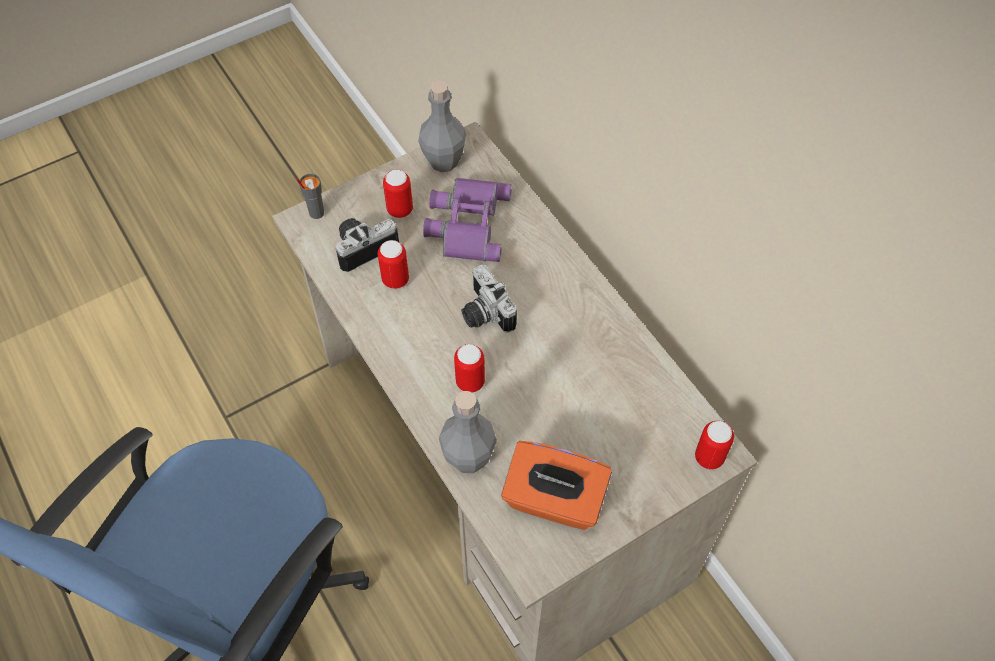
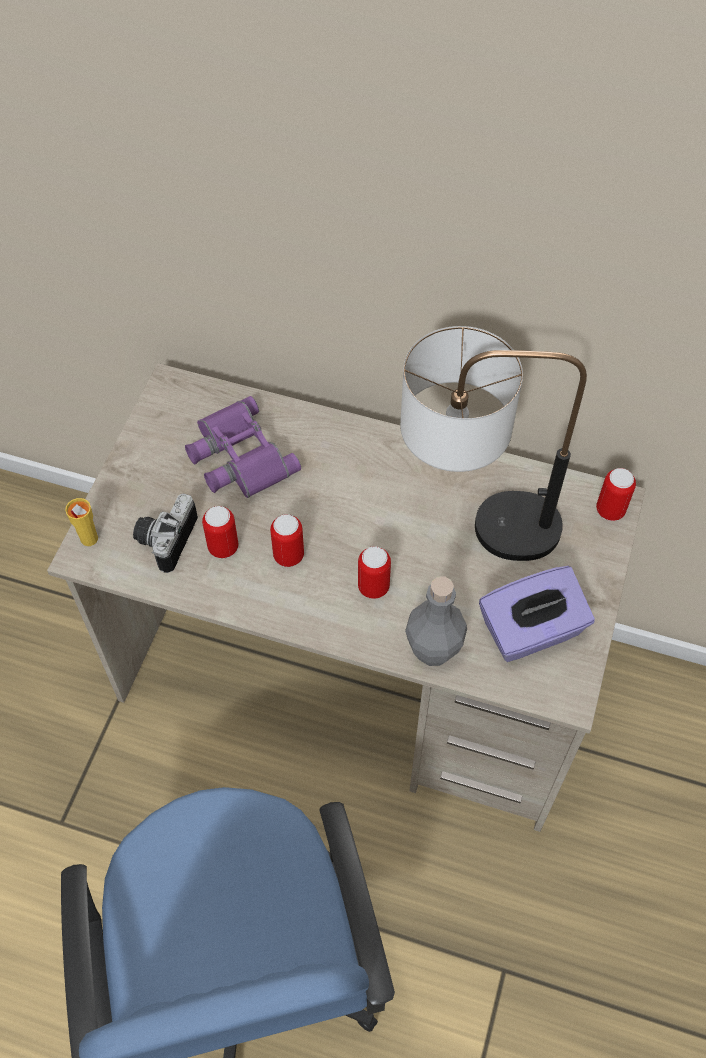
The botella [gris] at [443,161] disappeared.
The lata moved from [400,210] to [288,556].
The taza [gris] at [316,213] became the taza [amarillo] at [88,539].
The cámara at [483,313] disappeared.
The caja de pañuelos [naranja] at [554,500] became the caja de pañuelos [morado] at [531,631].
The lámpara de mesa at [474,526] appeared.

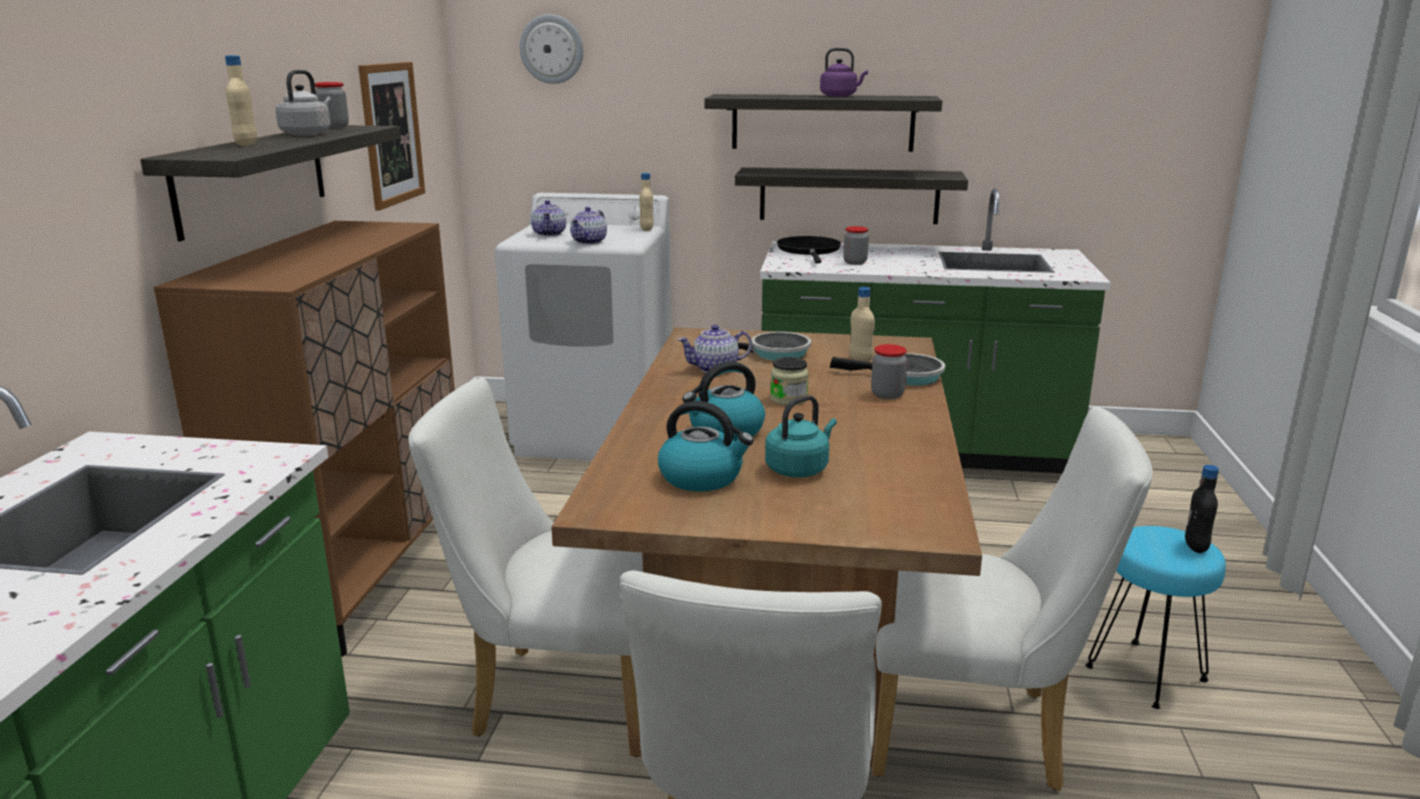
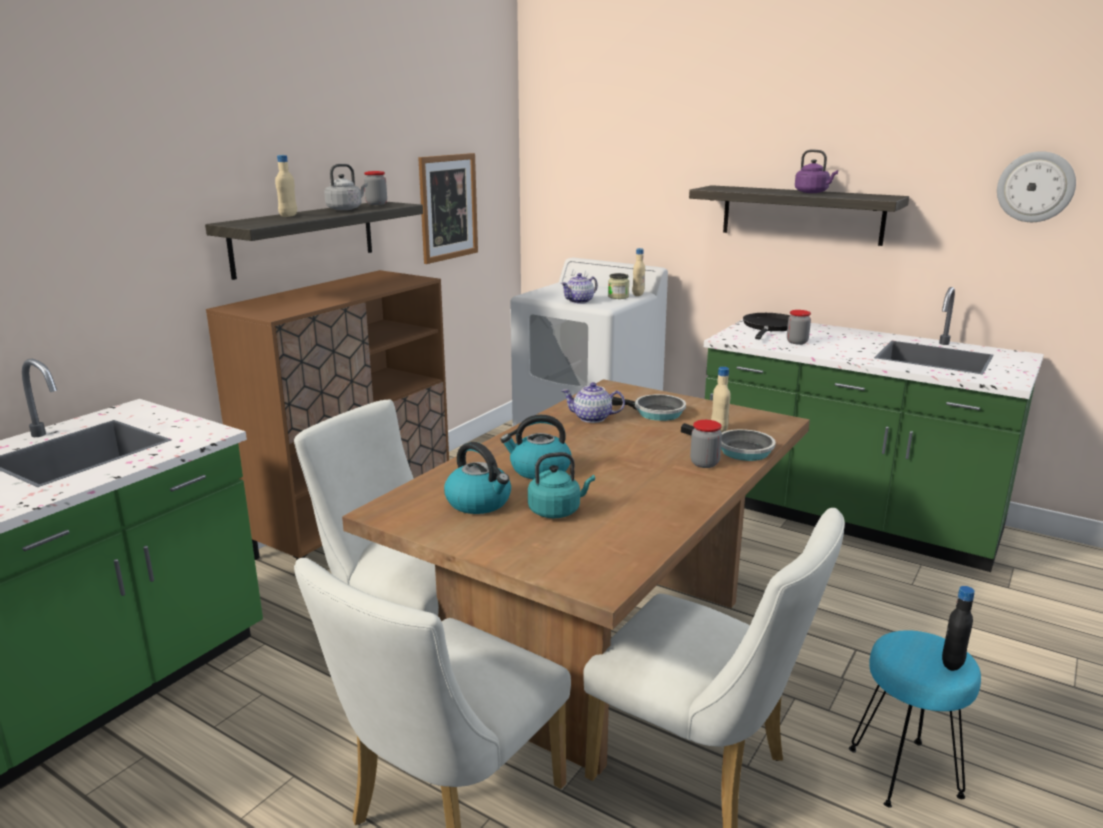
The reloj de pared moved from [552,49] to [1035,187].
The estante at [849,195] disappeared.
The tetera at [549,234] disappeared.
The tarro moved from [788,399] to [618,297].

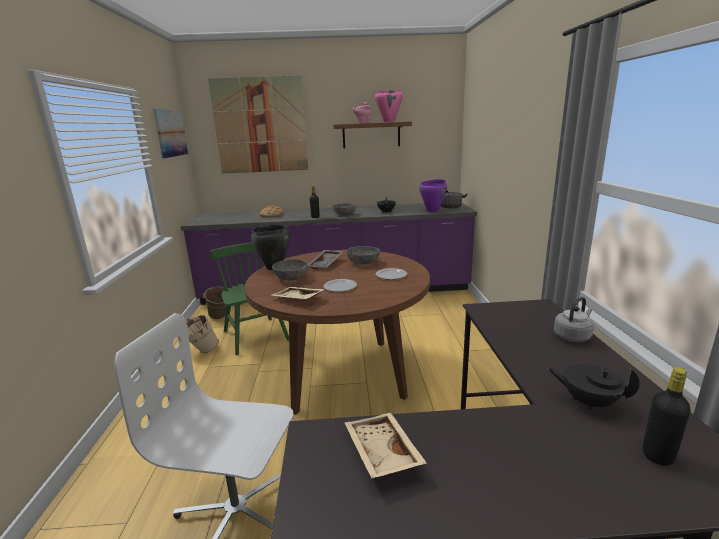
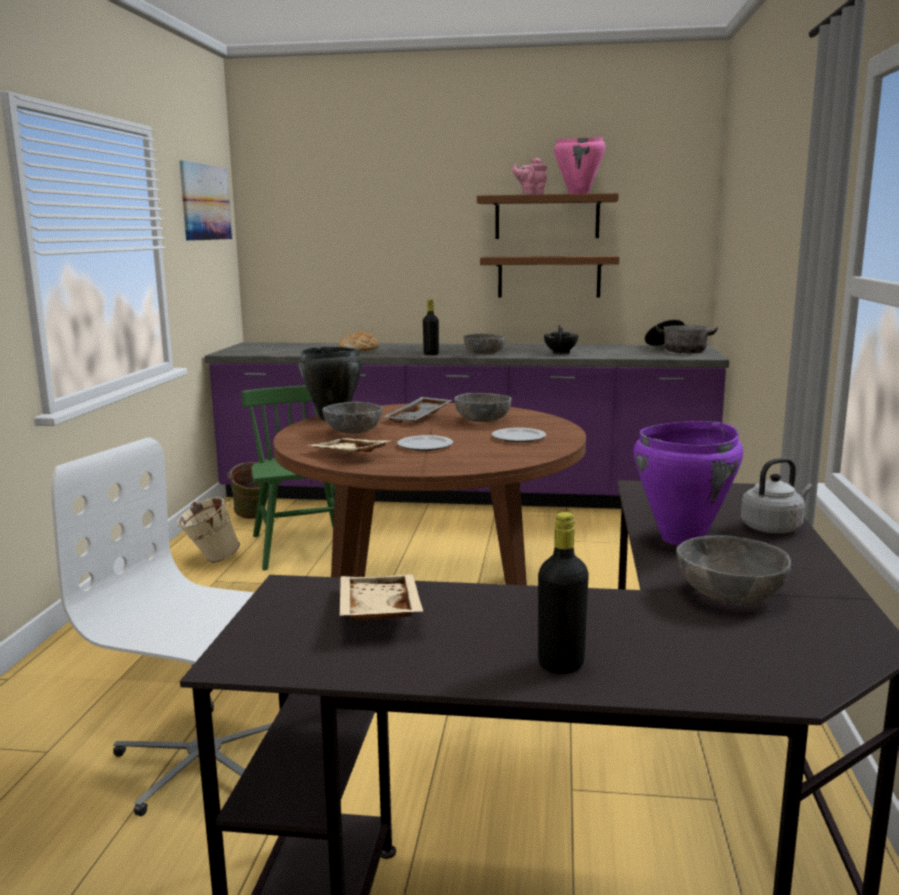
The cuadro at [260,126] disappeared.
The olla [morado] moved from [432,211] to [683,539].
The tetera [negro] at [588,401] was replaced by the cuenco [gris] at [729,594].
The botella [negro] moved from [657,456] to [561,664].
The estante [marrón] at [549,276] appeared.

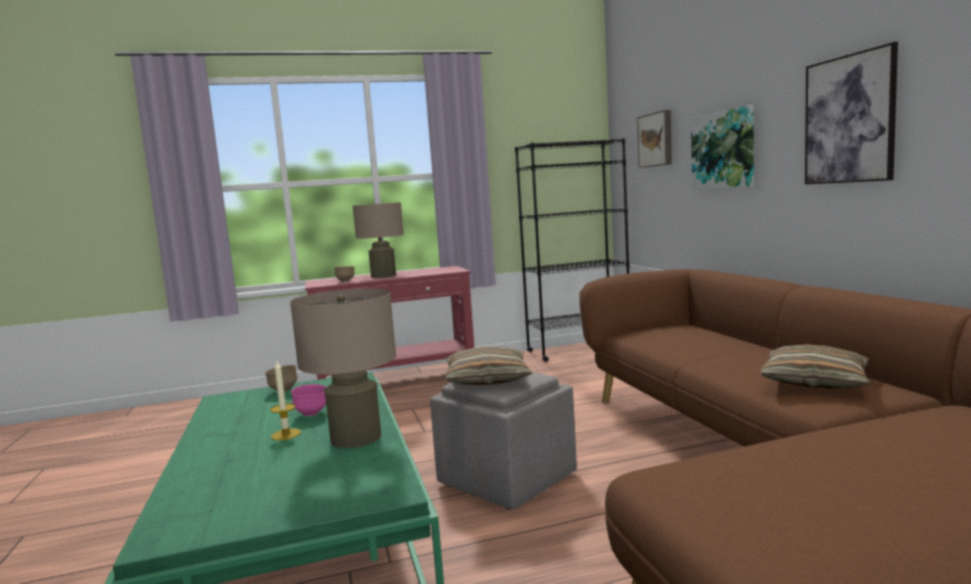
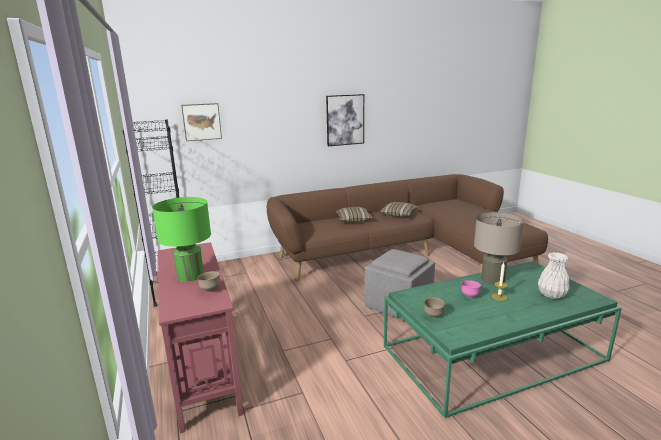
The cuadro at [723,150] disappeared.
The lámpara de mesa [beis] at [383,276] became the lámpara de mesa [verde] at [190,275].
The cojín moved from [487,379] to [353,219].
The florero [blanco] at [551,294] appeared.

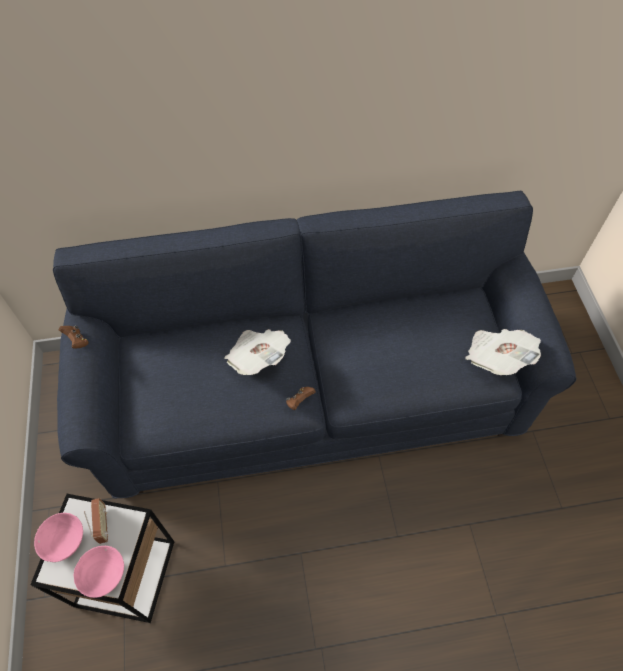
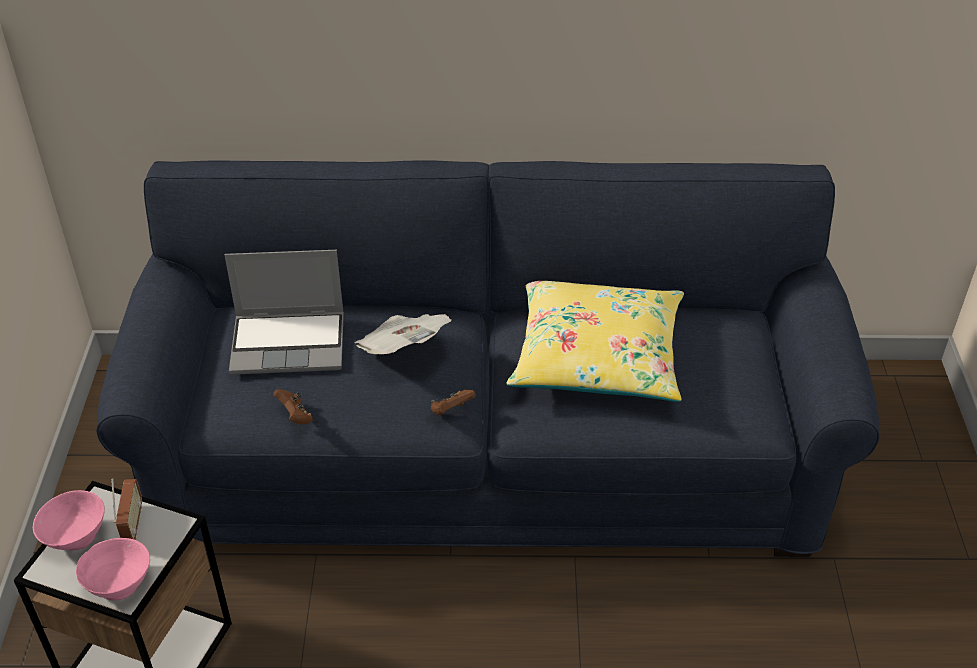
The mando de consola [marrón] moved from [77,341] to [295,416].
The periódico at [497,358] disappeared.
The portátil at [290,343] appeared.
The cojín [amarillo] at [597,355] appeared.

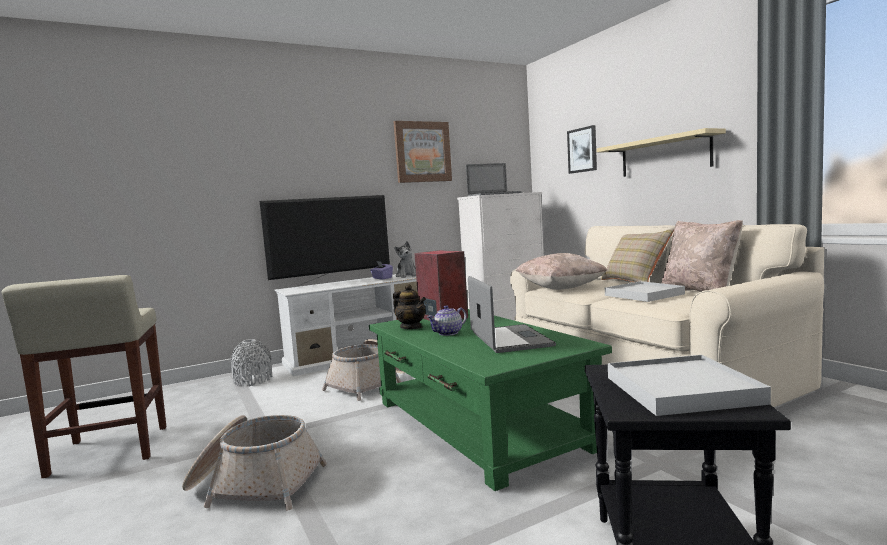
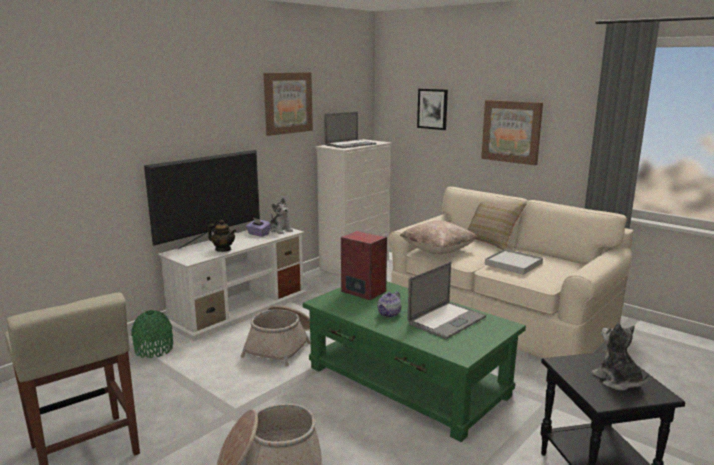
The estante [beis] at [664,155] was replaced by the cuadro at [511,131].
The cojín [beis] at [700,290] disappeared.
The portátil at [510,339] turned 75 degrees clockwise.
The tetera moved from [411,327] to [223,249].
The florero [gris] at [253,380] became the florero [verde] at [154,349].
The bandeja [blanco] at [681,390] was replaced by the peluche at [617,381].

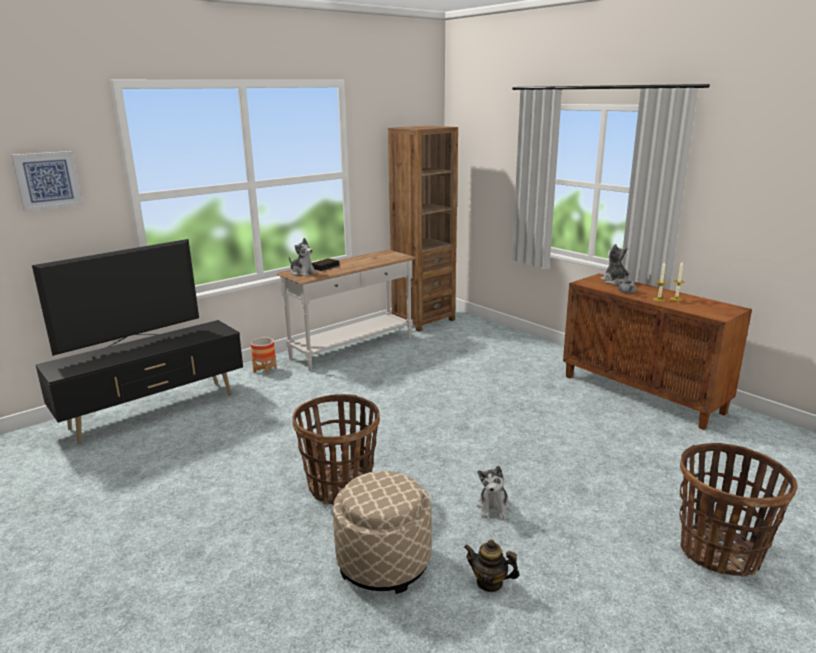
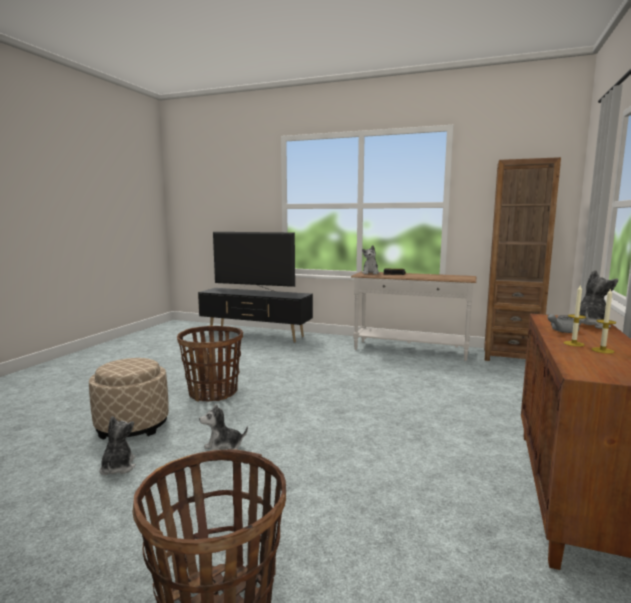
The cuadro at [47,180] disappeared.
The maceta at [265,370] disappeared.
The tetera at [489,583] was replaced by the peluche at [118,467].

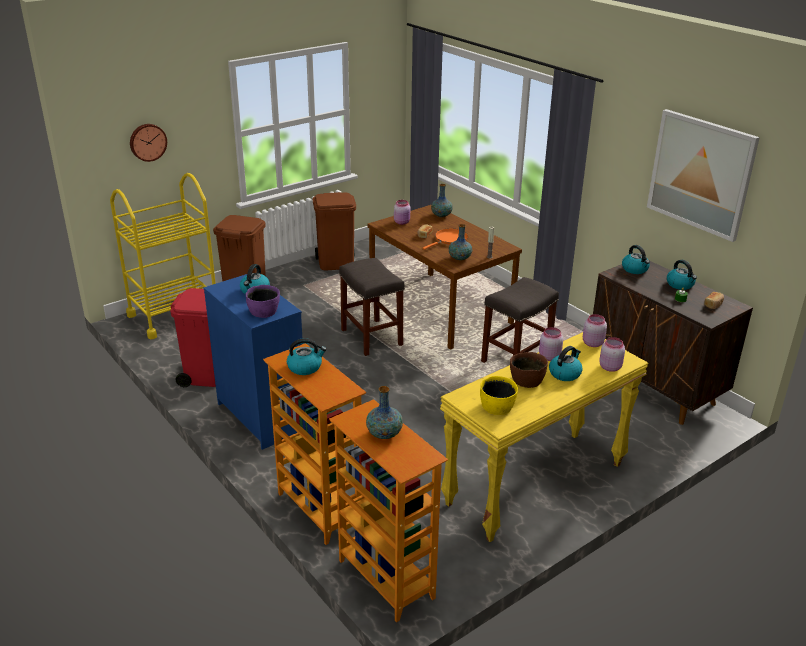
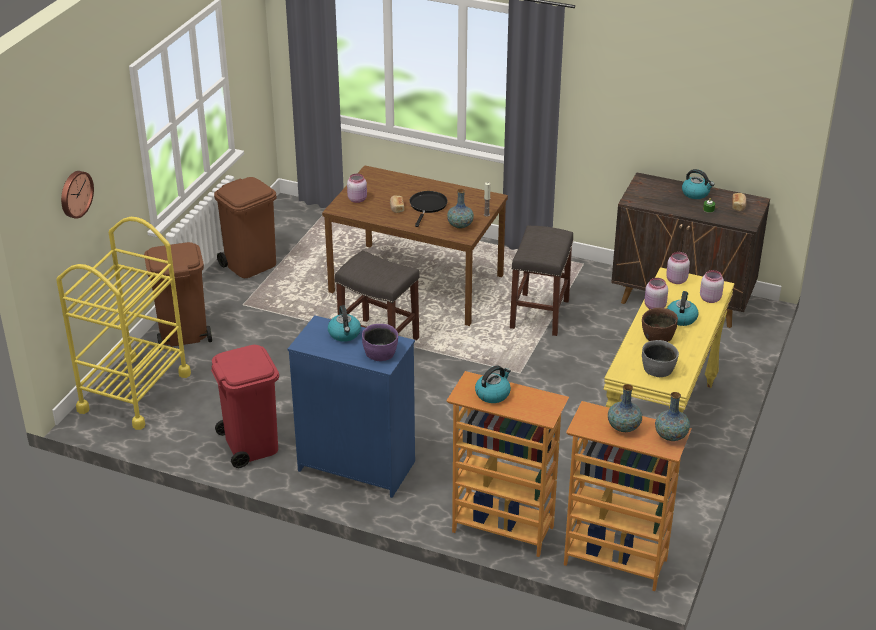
The cuadro at [700,174] disappeared.
The florero moved from [441,215] to [671,436].
The sartén [naranja] at [449,240] became the sartén [negro] at [427,206].
The hervidor at [635,269] disappeared.
The cuenco [amarillo] at [497,406] became the cuenco [gris] at [658,369].

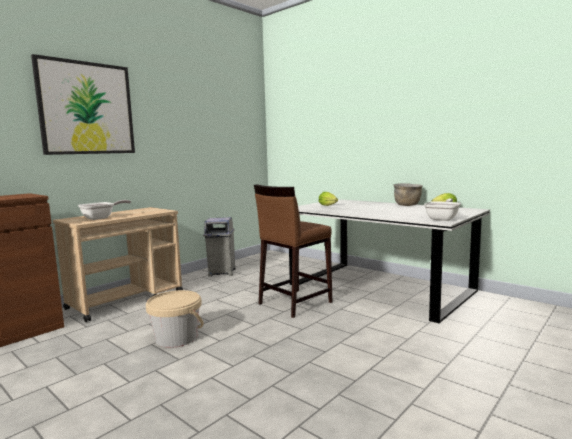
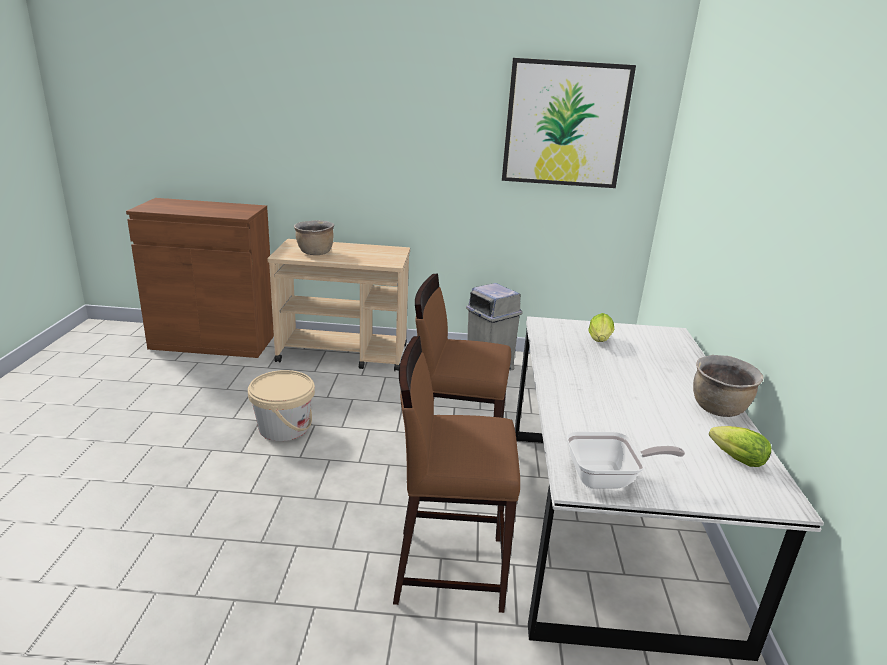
The cuadro moved from [87,108] to [565,124].
The sartén at [101,218] was replaced by the olla [marrón] at [315,253].
The taburete [marrón] at [448,567] appeared.

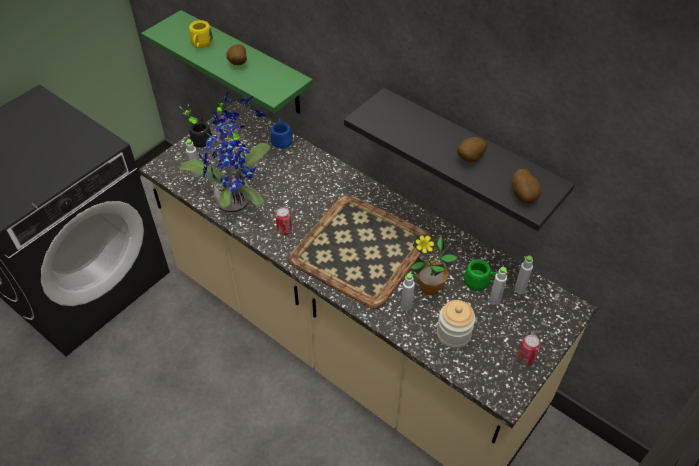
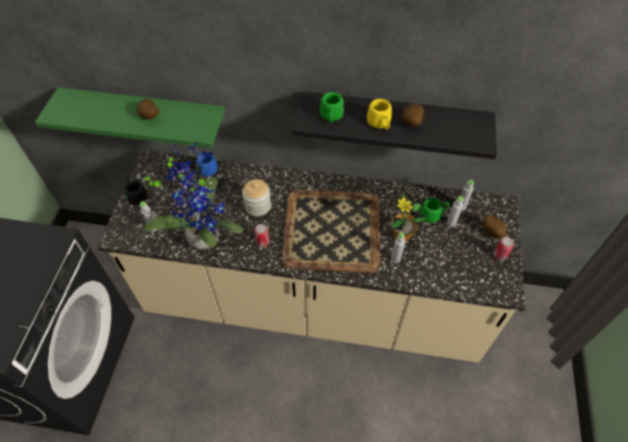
The taza grande [amarillo] moved from [201,45] to [380,124].
The patata moved from [524,196] to [492,232].
The tarro moved from [453,334] to [258,206].
The taza grande [verde] at [331,118] appeared.

